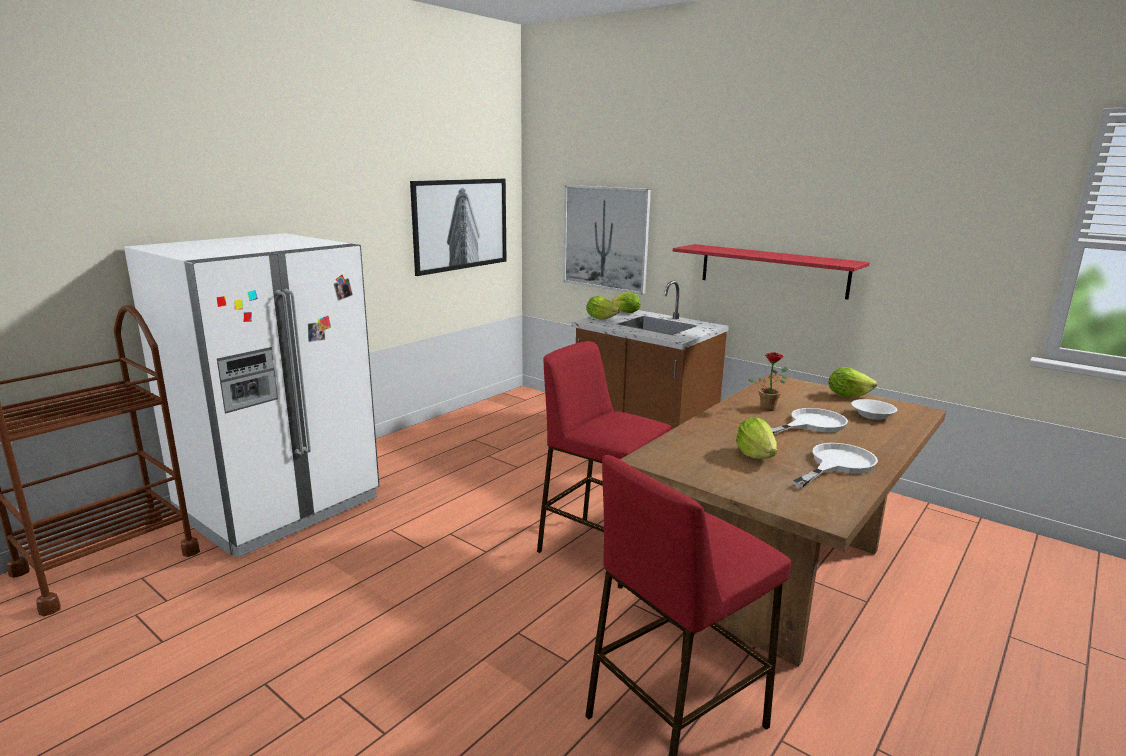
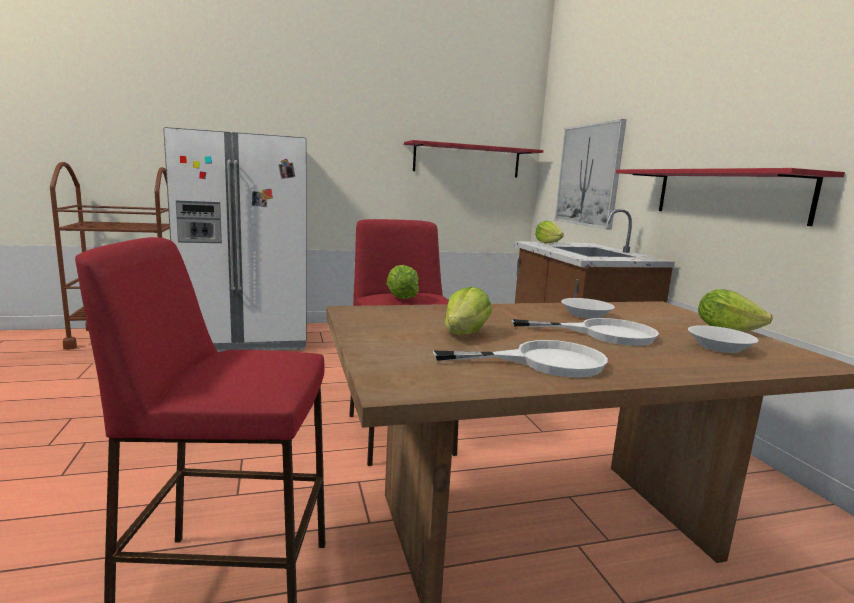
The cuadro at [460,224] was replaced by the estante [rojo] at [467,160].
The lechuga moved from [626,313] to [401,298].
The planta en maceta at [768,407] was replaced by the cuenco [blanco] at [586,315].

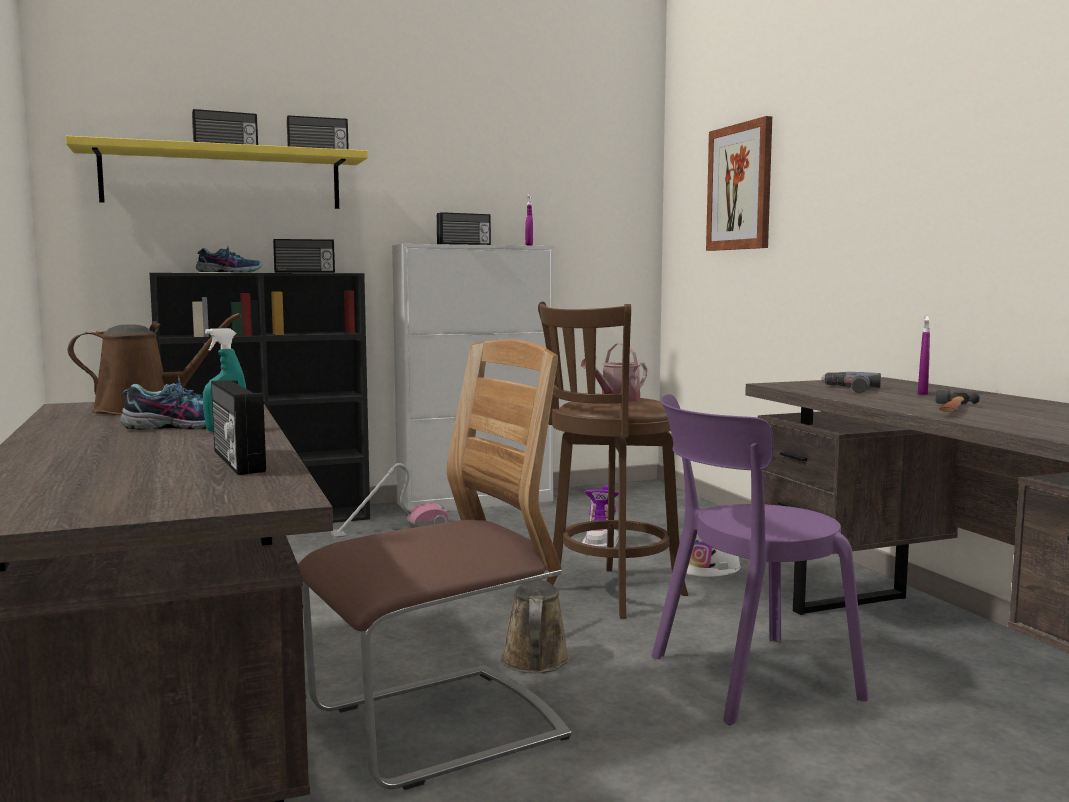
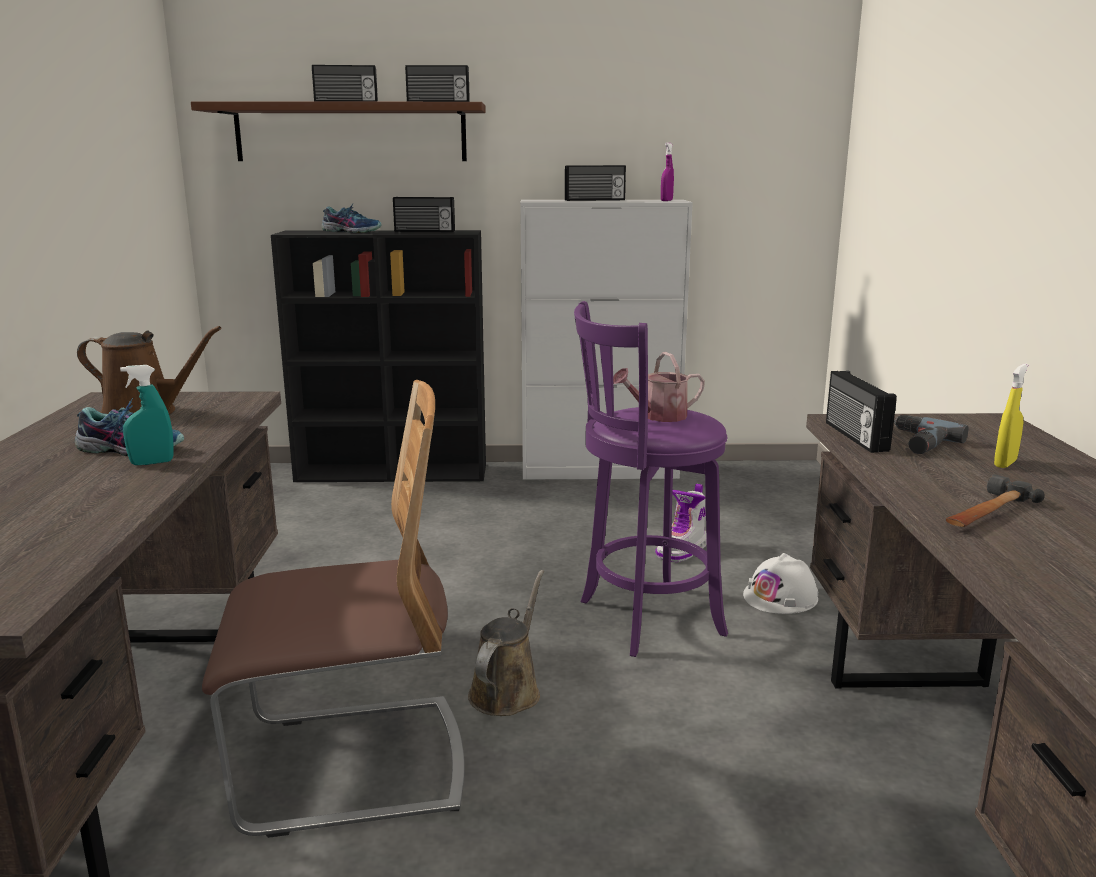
The cuadro at [740,187] disappeared.
The estante [amarillo] at [223,178] became the estante [marrón] at [351,133].
The taburete [marrón] at [609,594] became the taburete [morado] at [643,619].
The pulverizador [morado] at [922,393] became the pulverizador [amarillo] at [1005,463].
The radio moved from [235,461] to [854,436].
The silla [morado] at [744,679] disappeared.
The aspiradora at [390,529] disappeared.

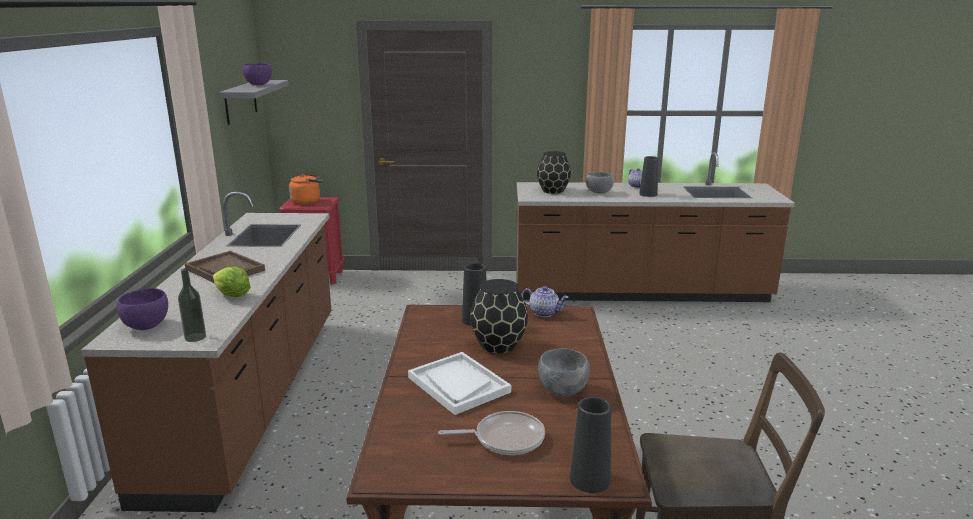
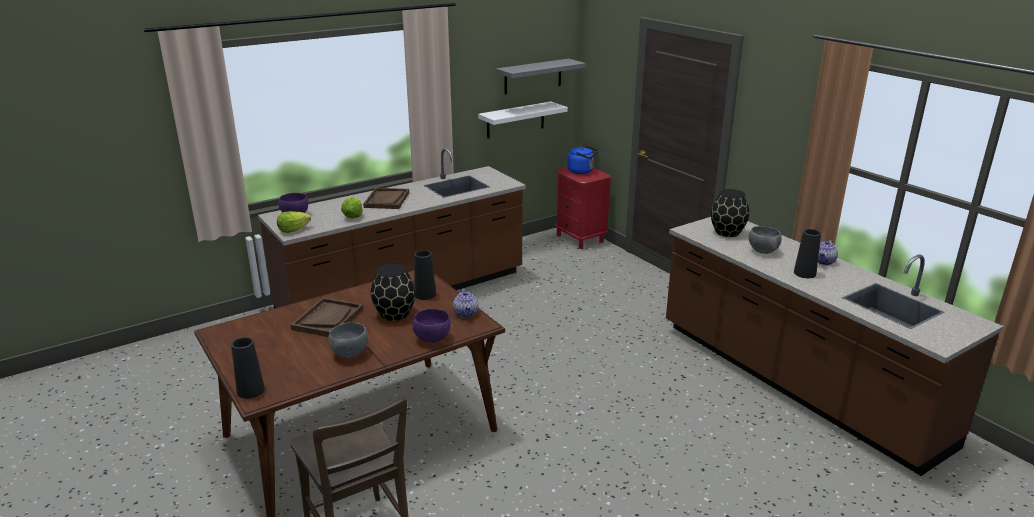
The cuenco [morado] moved from [258,84] to [432,339].
The hervidor [naranja] at [307,201] became the hervidor [azul] at [582,171].
The botella at [195,337] was replaced by the lechuga at [293,230].
The bandeja [blanco] at [458,385] became the bandeja [marrón] at [328,319].
The sartén at [505,438] disappeared.
The estante [blanco] at [515,120] appeared.

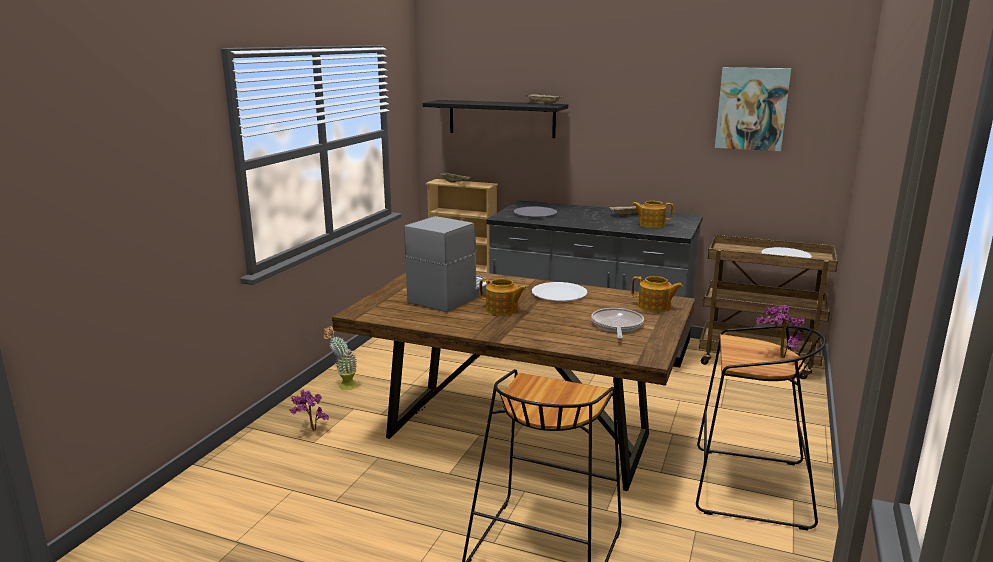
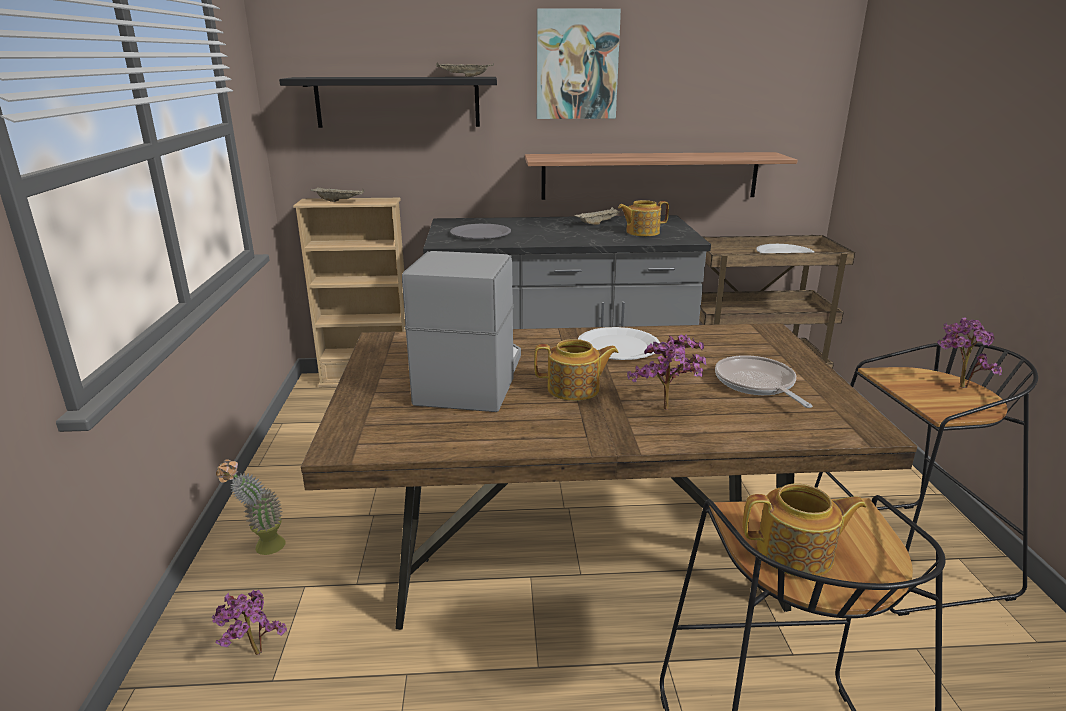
The cuadro moved from [752,109] to [576,65].
The tetera moved from [655,307] to [796,553].
The estante at [650,175] appeared.
The planta en maceta at [667,411] appeared.

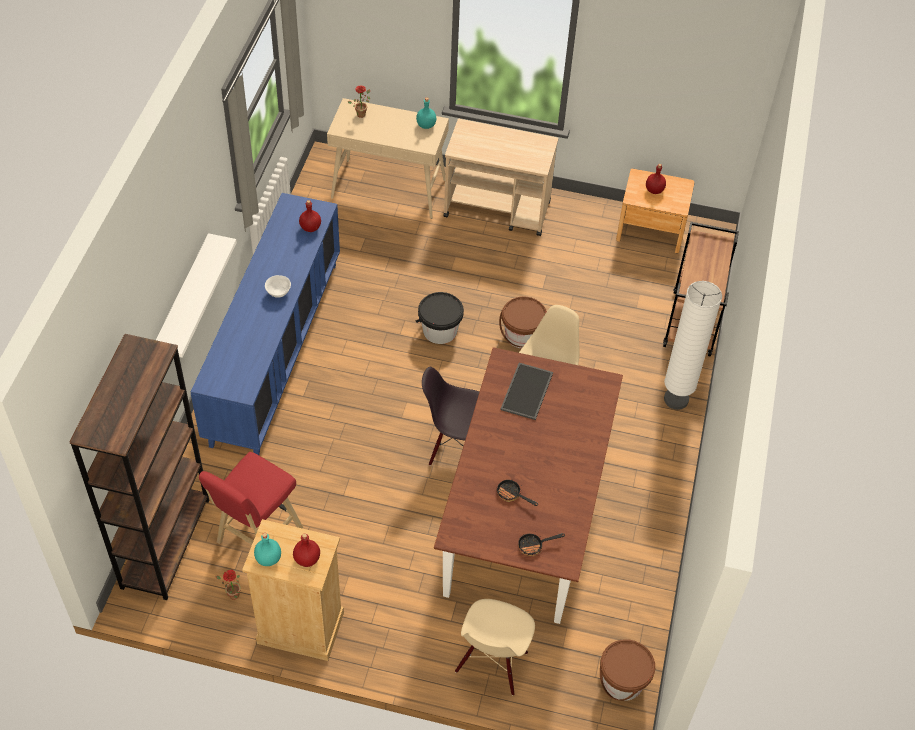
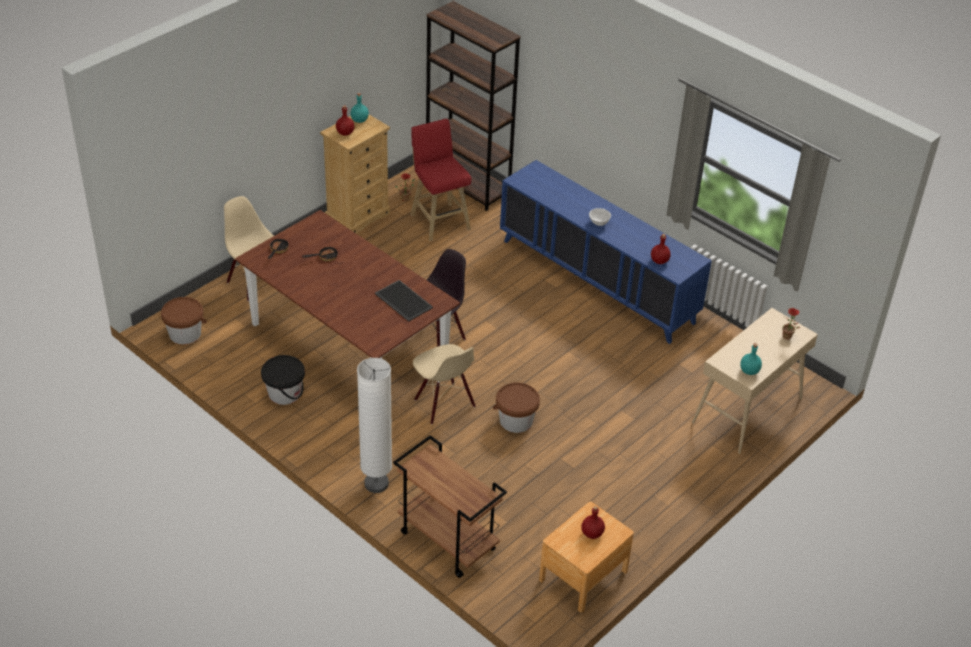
The carrito [beis] at [498,209] disappeared.
The estante [blanco] at [183,299] disappeared.
The cubo [negro] moved from [440,330] to [284,393].

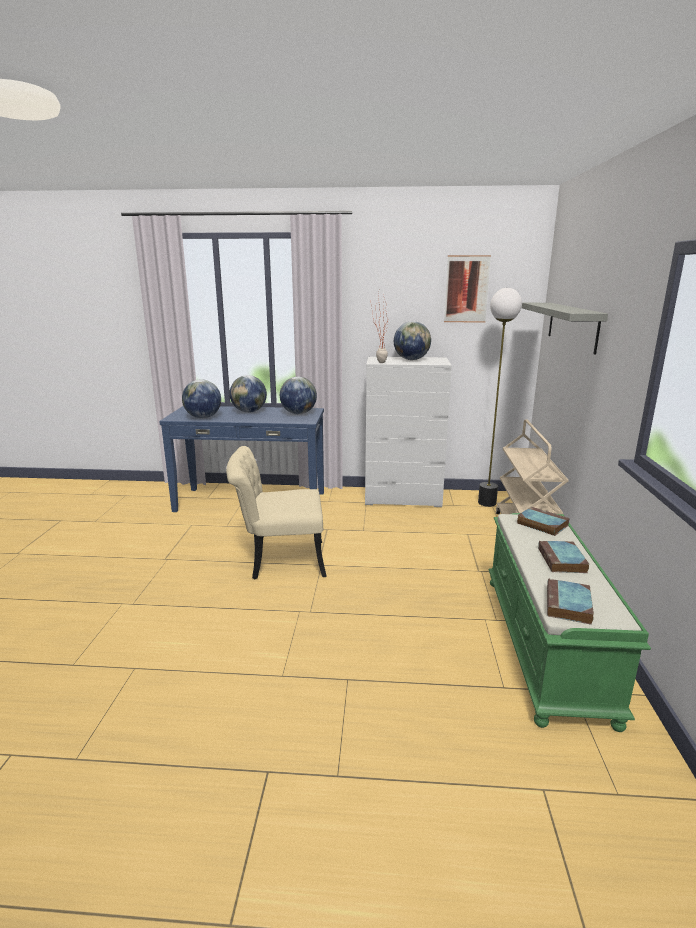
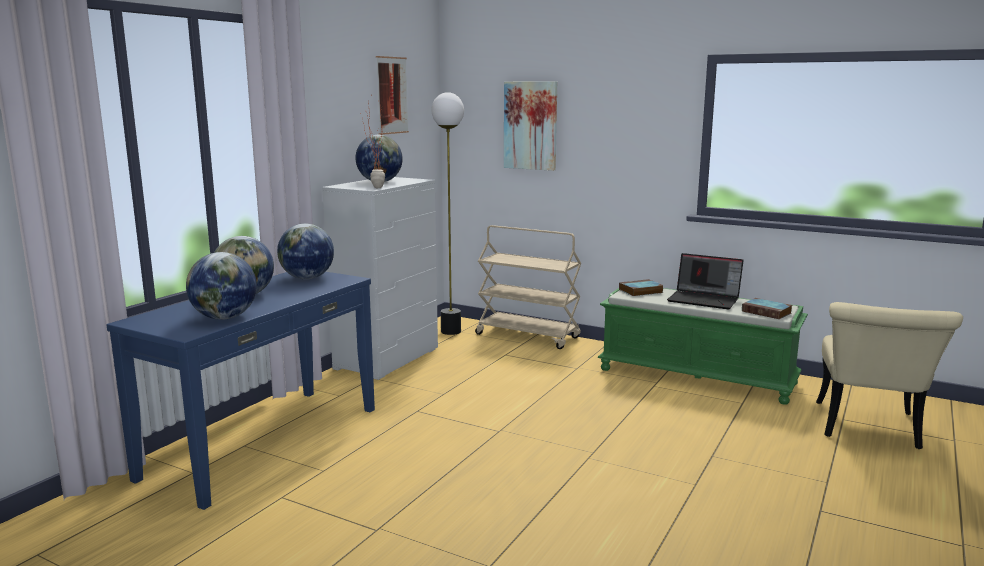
The estante [gris] at [572,325] was replaced by the cuadro at [530,125].
The silla [beis] moved from [279,561] to [868,430].
The libro at [562,561] was replaced by the portátil at [705,300].

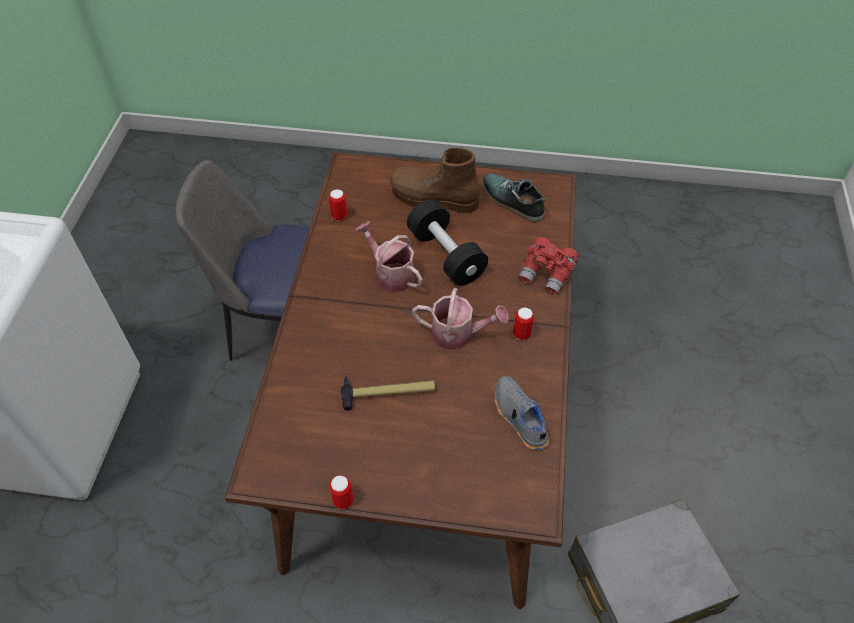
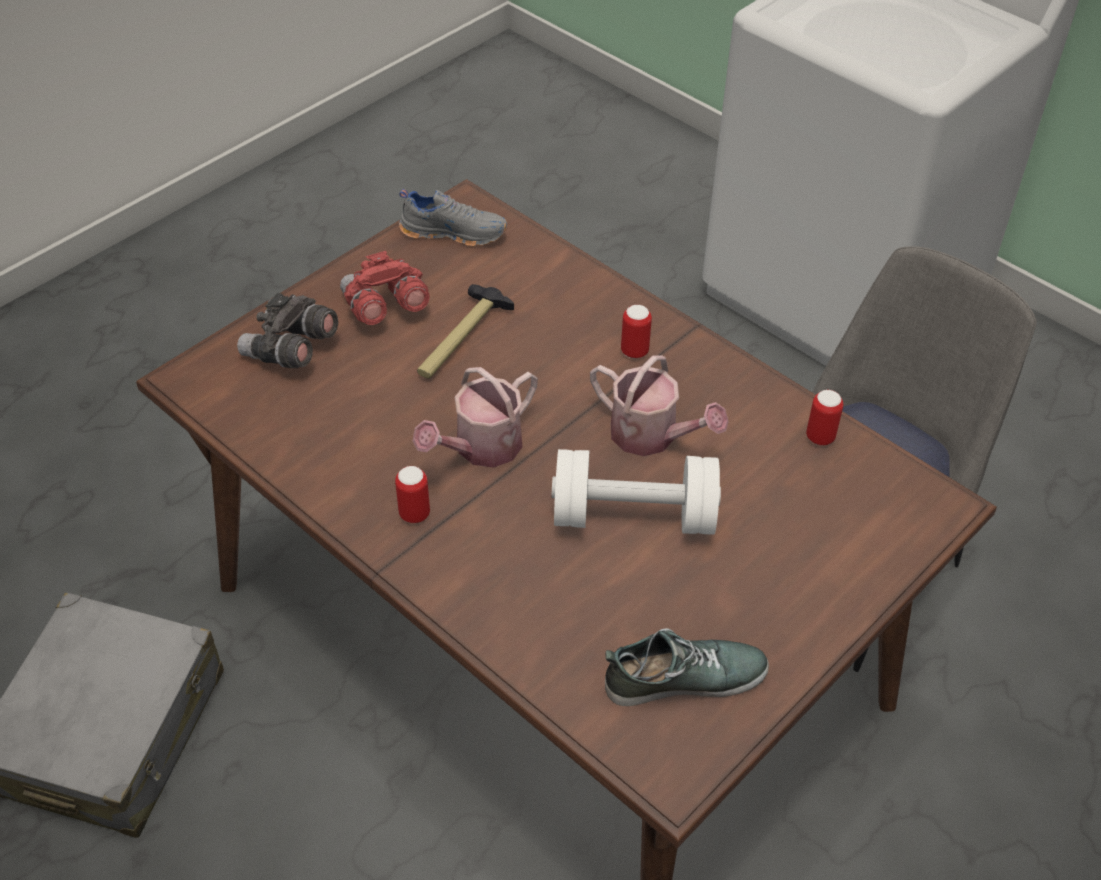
The bota [marrón] at [433,198] disappeared.
The mancuerna [negro] at [446,255] became the mancuerna [blanco] at [633,516].
The regadera at [390,273] turned 45 degrees clockwise.
The prismáticos [rojo] moved from [547,274] to [384,308].
The zapato [gris] moved from [519,418] to [454,232].
The lata moved from [343,500] to [634,351].
The prismáticos [gris] at [290,350] appeared.

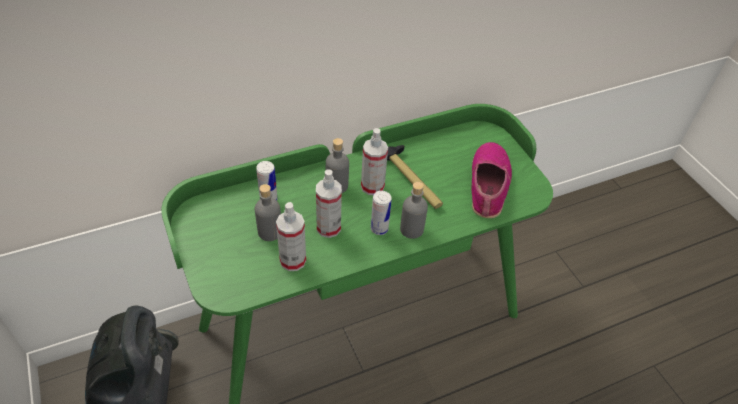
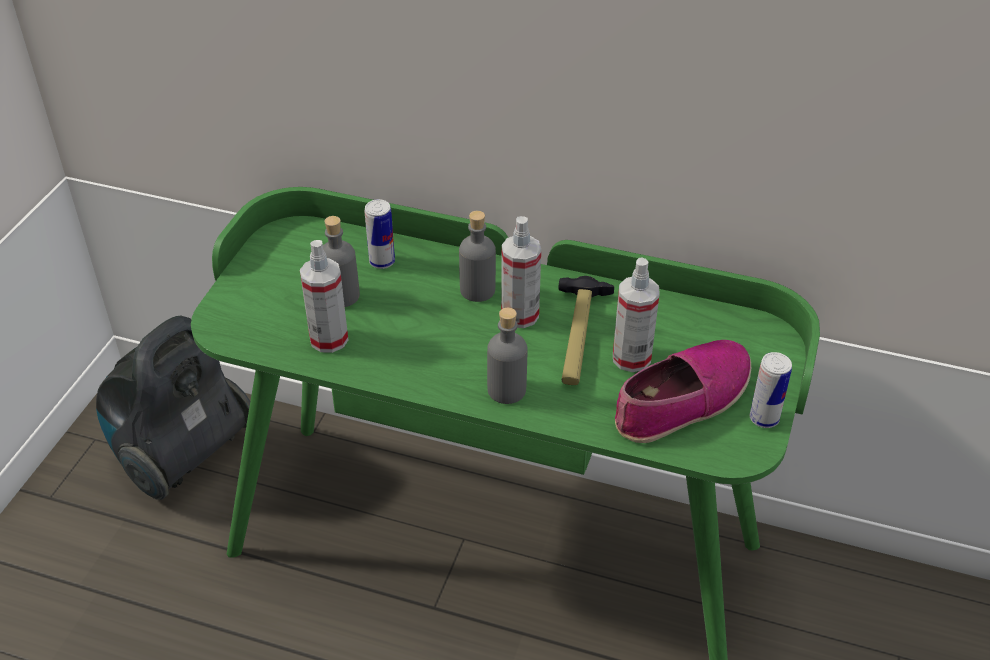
The pulverizador moved from [328,228] to [631,358].
The lata moved from [379,229] to [764,418].

